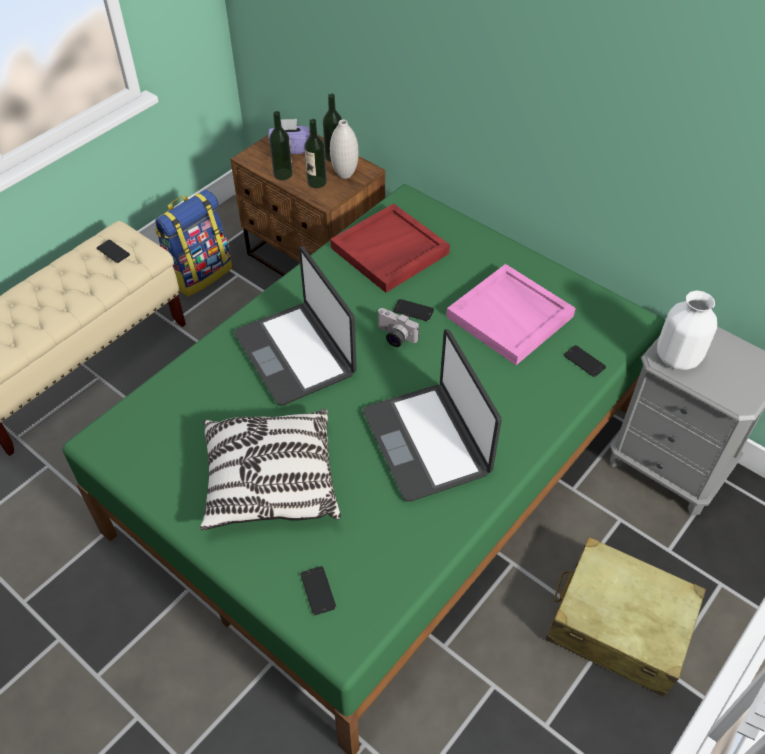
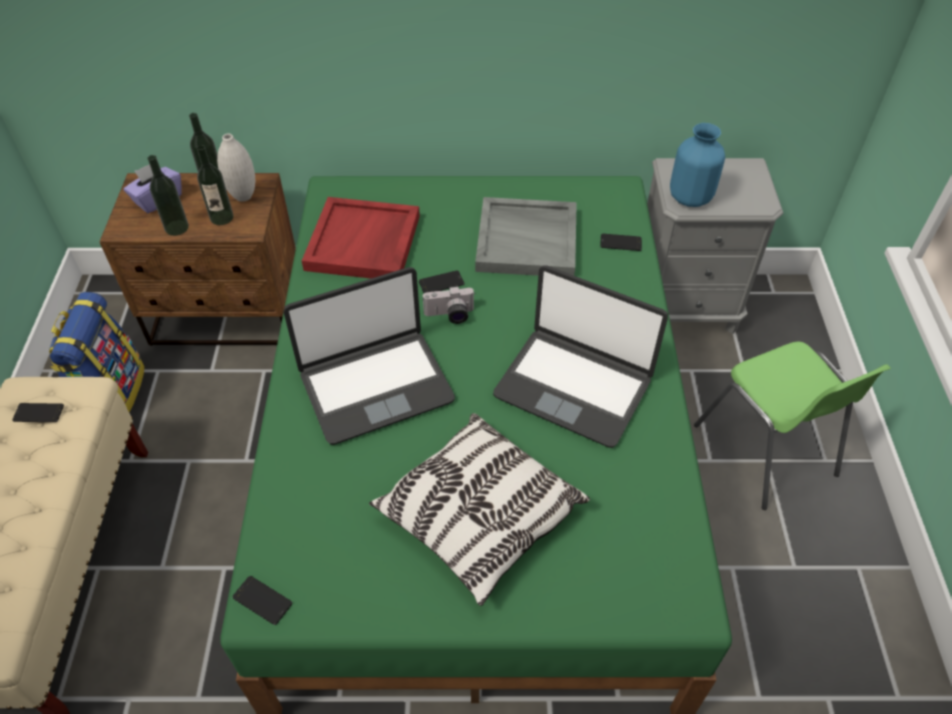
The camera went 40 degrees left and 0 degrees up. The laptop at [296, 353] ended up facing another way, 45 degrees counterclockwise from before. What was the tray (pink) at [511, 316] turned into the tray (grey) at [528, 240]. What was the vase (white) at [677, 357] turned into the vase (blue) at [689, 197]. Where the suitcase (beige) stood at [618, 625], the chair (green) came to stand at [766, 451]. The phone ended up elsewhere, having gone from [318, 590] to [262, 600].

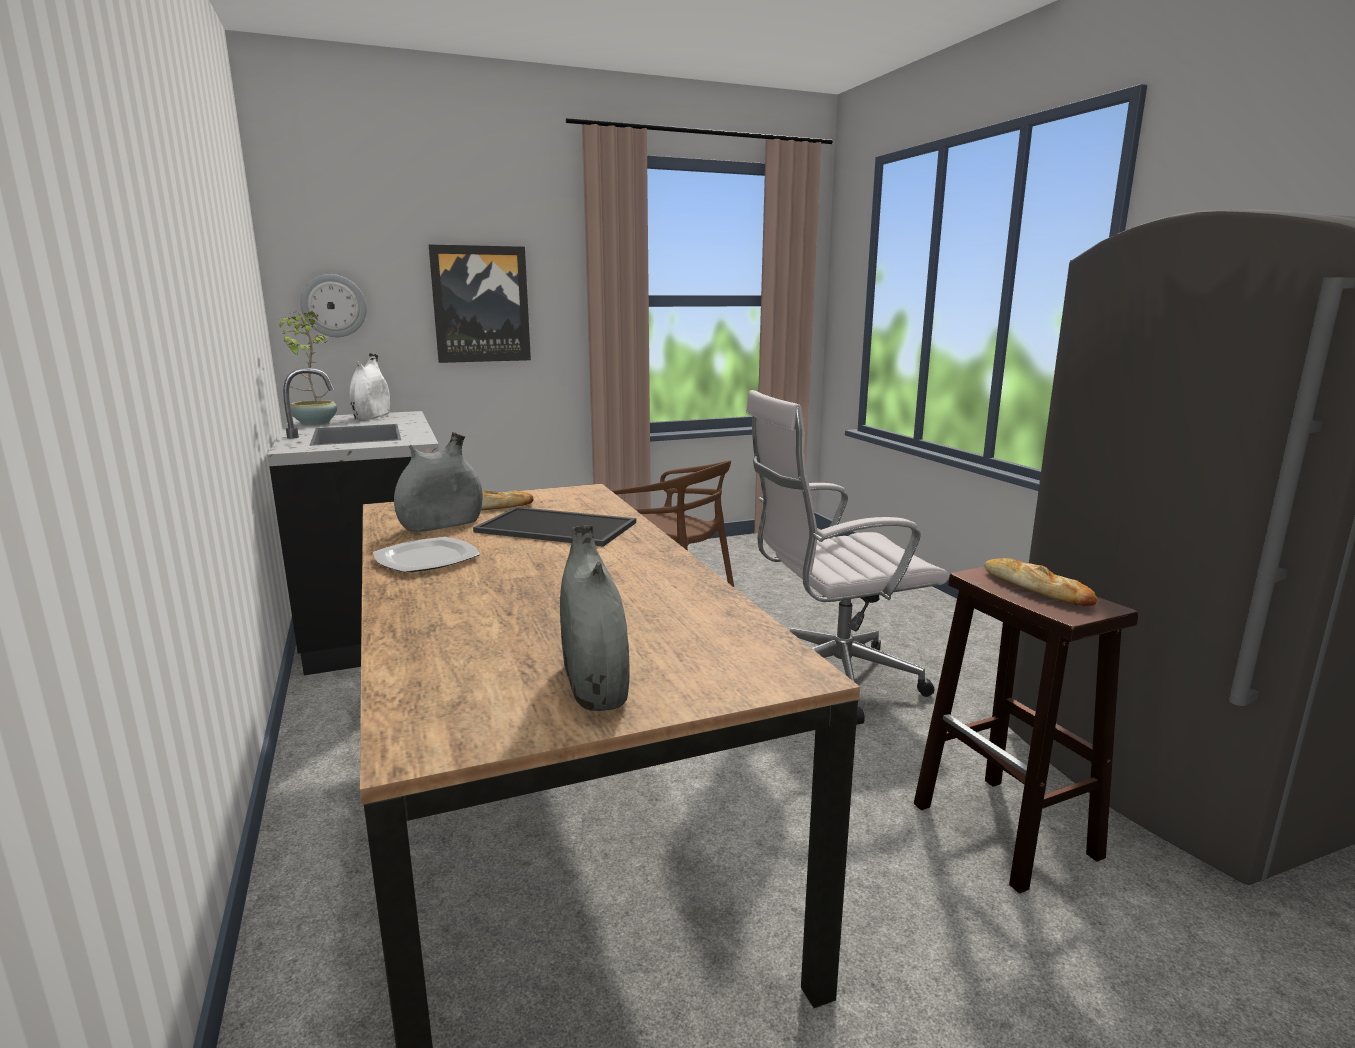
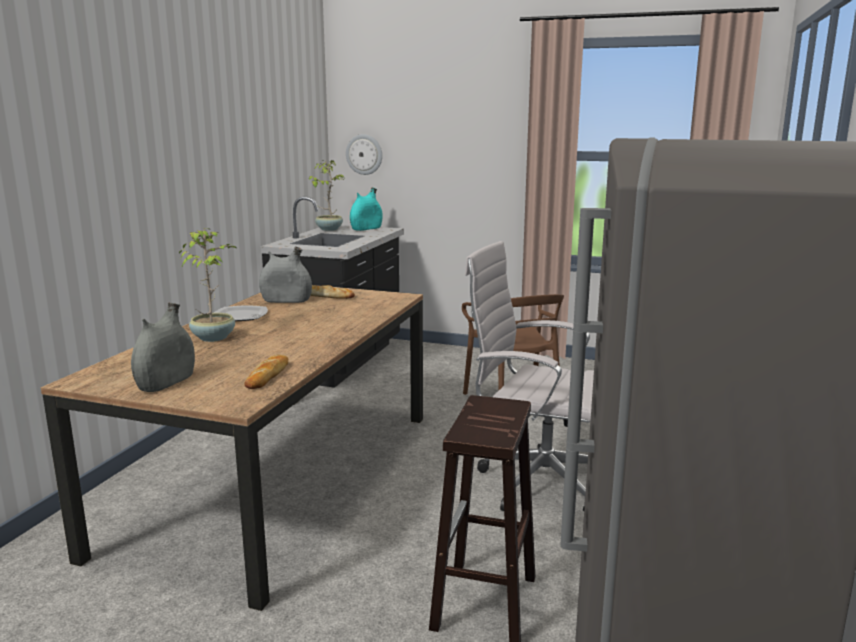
The camera went 40 degrees right and 0 degrees up. The second view lost the picture at [481, 304]. What was the vase (white) at [372, 416] turned into the vase (turquoise) at [366, 229]. The second view lost the tray at [559, 527]. The bread ended up elsewhere, having gone from [1036, 588] to [268, 376]. The second view gained the potted plant at [214, 337].

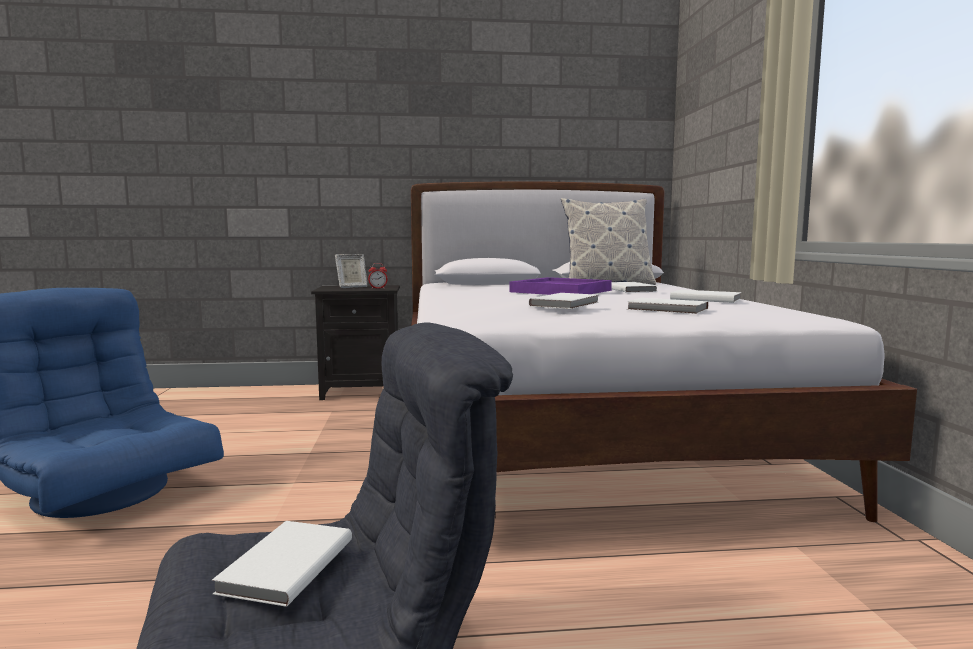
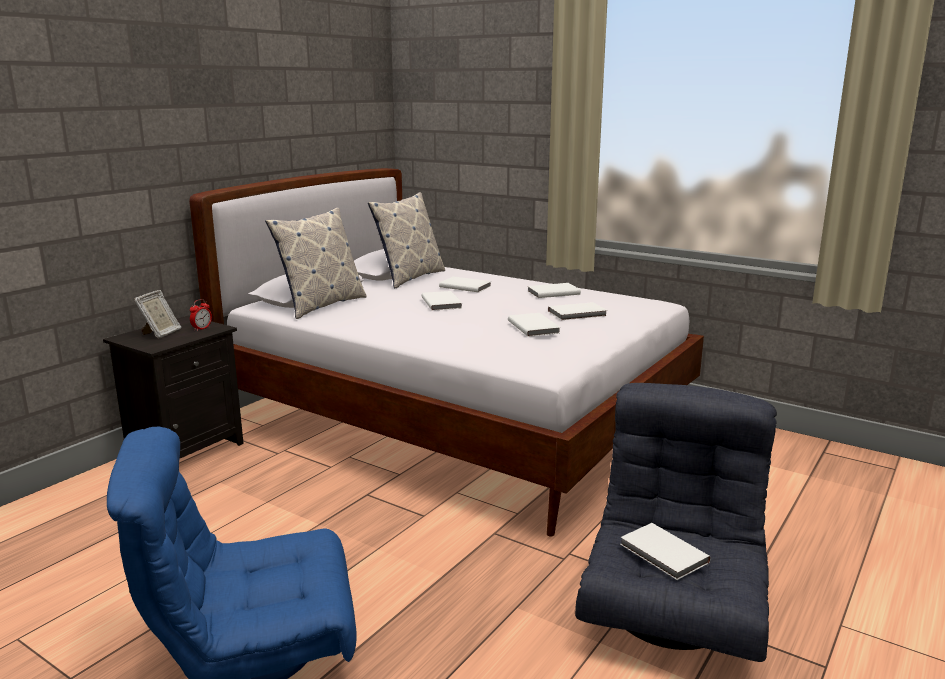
The camera went 50 degrees left and 10 degrees up. Where the tray (purple) stood at [562, 291], the book (white) came to stand at [442, 302]. The second view gained the pillow at [321, 305].

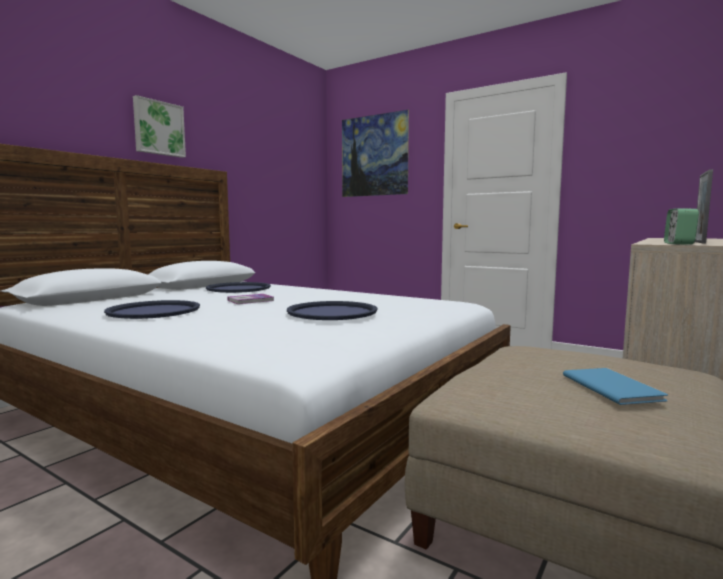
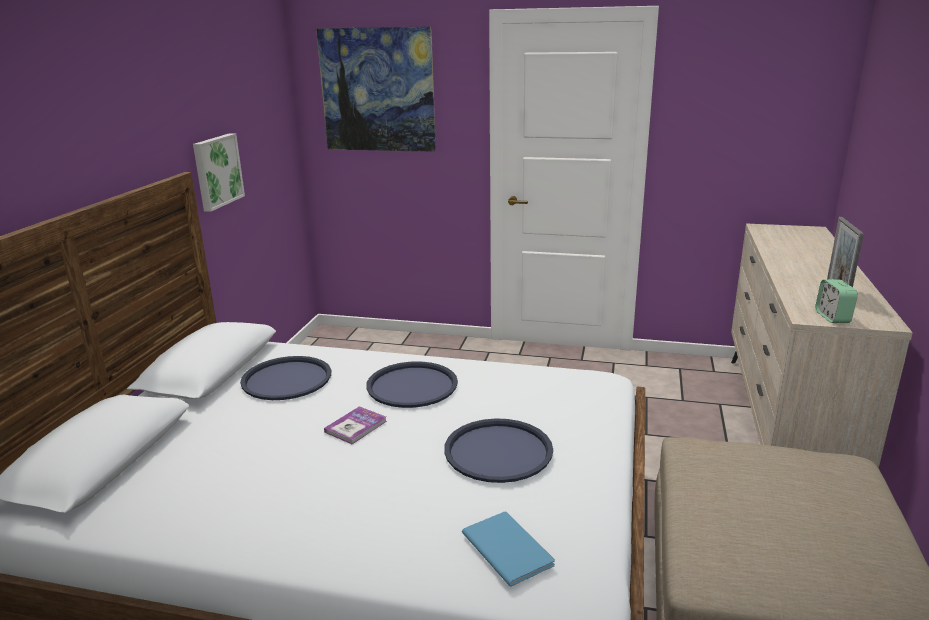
The camera went 20 degrees left and 15 degrees up. The picture ended up elsewhere, having gone from [158, 128] to [216, 171]. The tray (blue) ended up elsewhere, having gone from [153, 311] to [412, 386]. The book (blue) ended up elsewhere, having gone from [612, 386] to [508, 547].

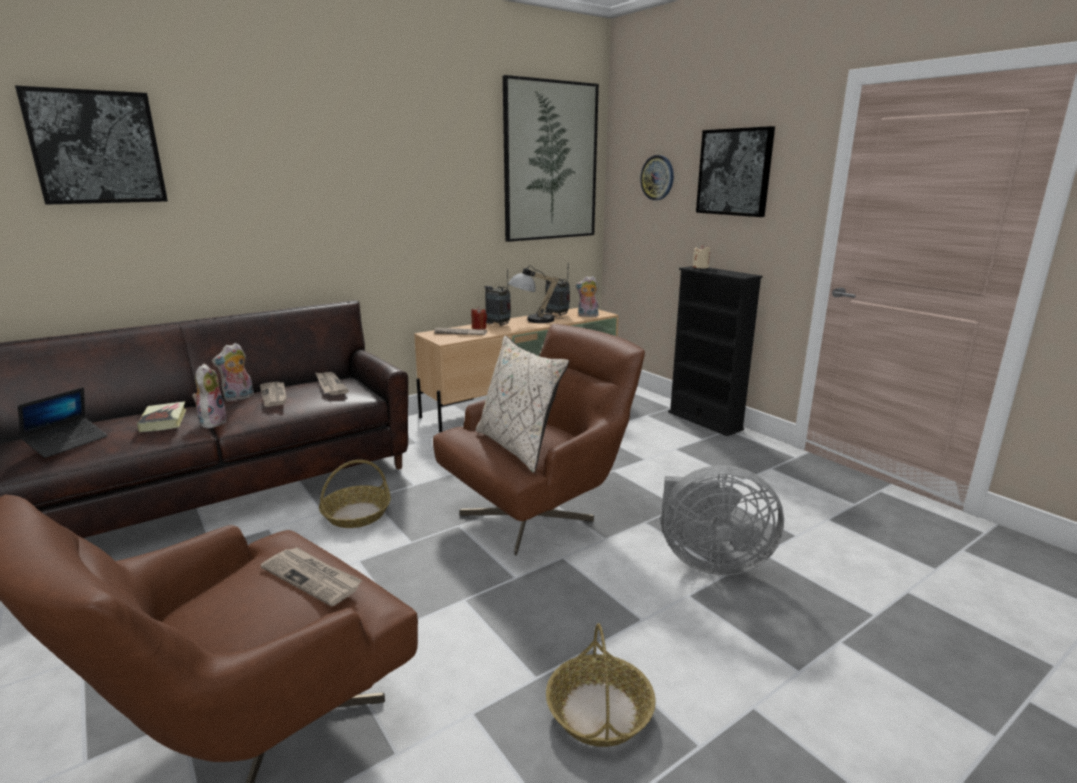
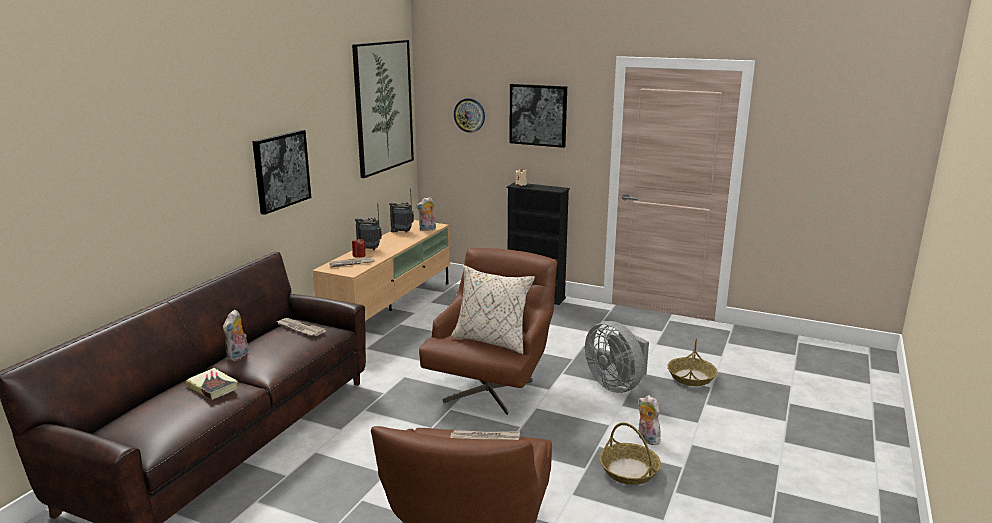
The camera went 30 degrees left and 0 degrees up. The picture ended up elsewhere, having gone from [96, 147] to [281, 170]. The second view lost the table lamp at [533, 320]. The plush toy ended up elsewhere, having gone from [212, 422] to [646, 439]. The second view lost the newspaper at [275, 395]. The second view lost the laptop at [67, 443]. The basket ended up elsewhere, having gone from [357, 514] to [691, 377]. The fan (grey) at [709, 561] ended up facing another way, 75 degrees clockwise from before.

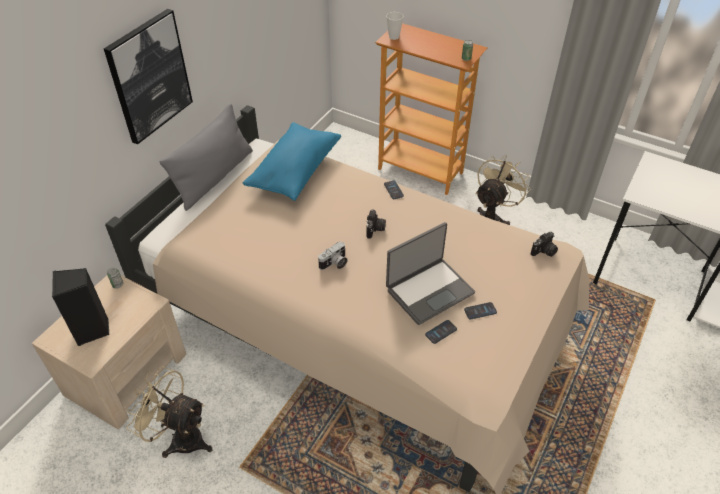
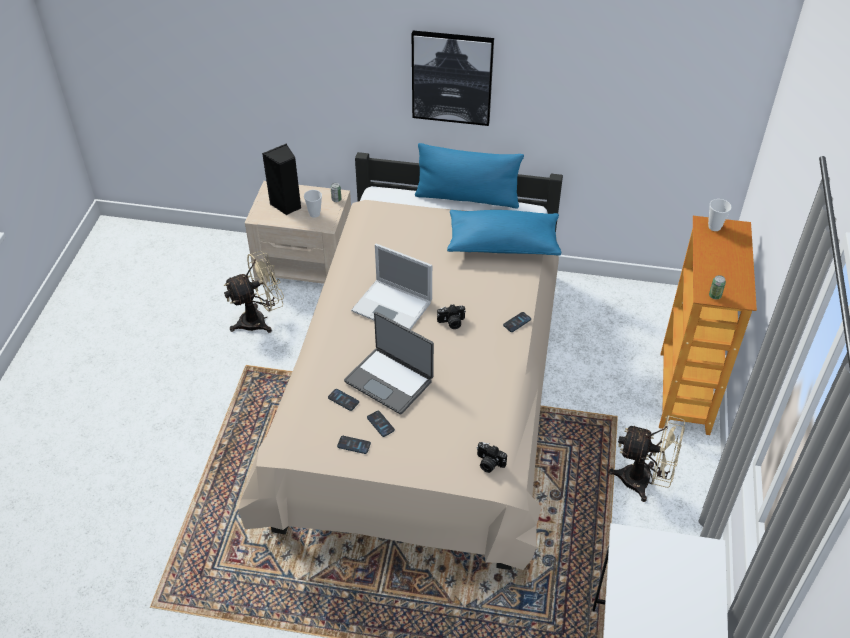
The camera went 70 degrees right and 0 degrees up. What was the pillow (grey) at [214, 177] turned into the pillow (blue) at [467, 197]. Where the photo camera stood at [334, 263], the laptop came to stand at [393, 307]. The fan (beige) at [180, 438] ended up facing another way, 60 degrees clockwise from before. The second view gained the cup at [314, 214]. The second view gained the phone at [354, 445].

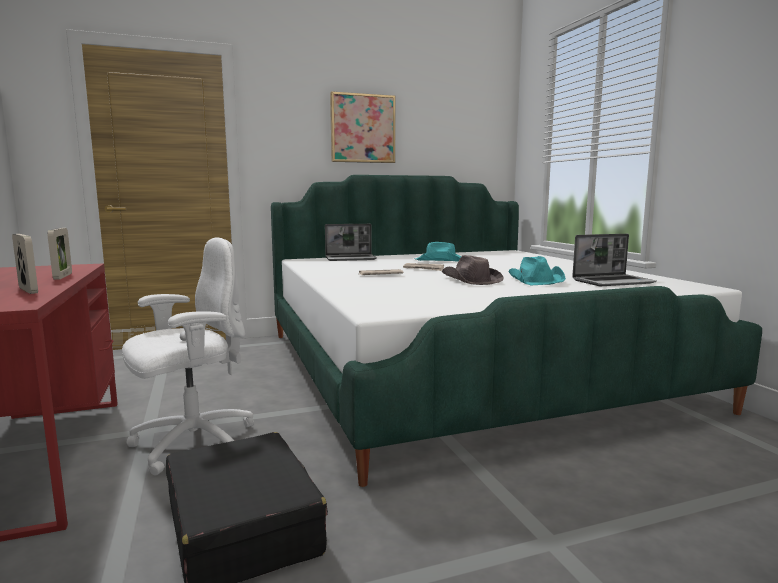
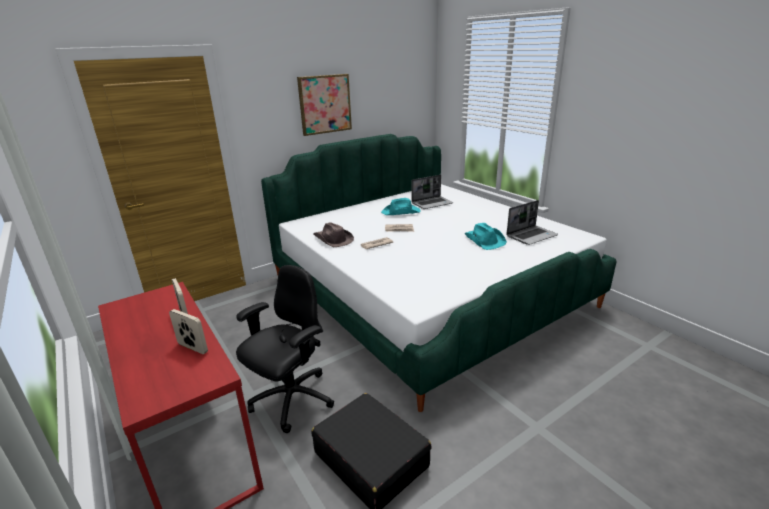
The camera went 15 degrees left and 15 degrees up. The laptop ended up elsewhere, having gone from [351, 259] to [432, 203]. What was the office chair (white) at [192, 443] turned into the office chair (black) at [291, 400]. The hat (brown) ended up elsewhere, having gone from [471, 280] to [333, 239].

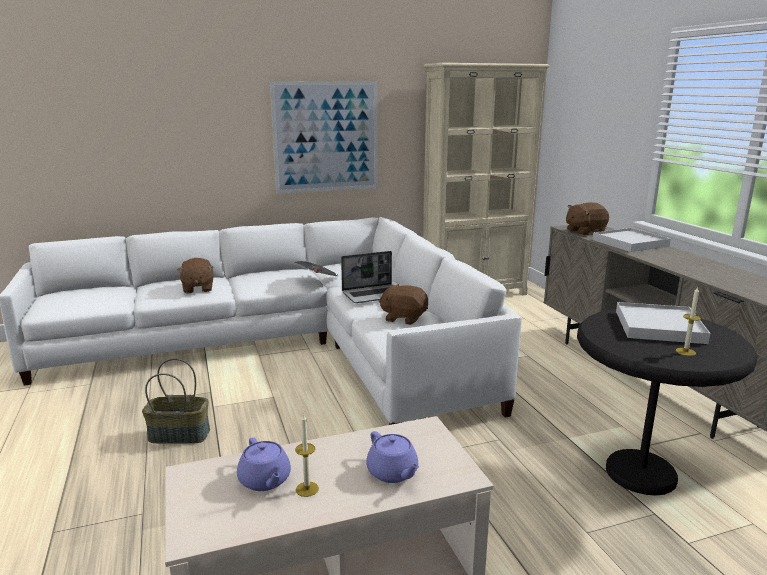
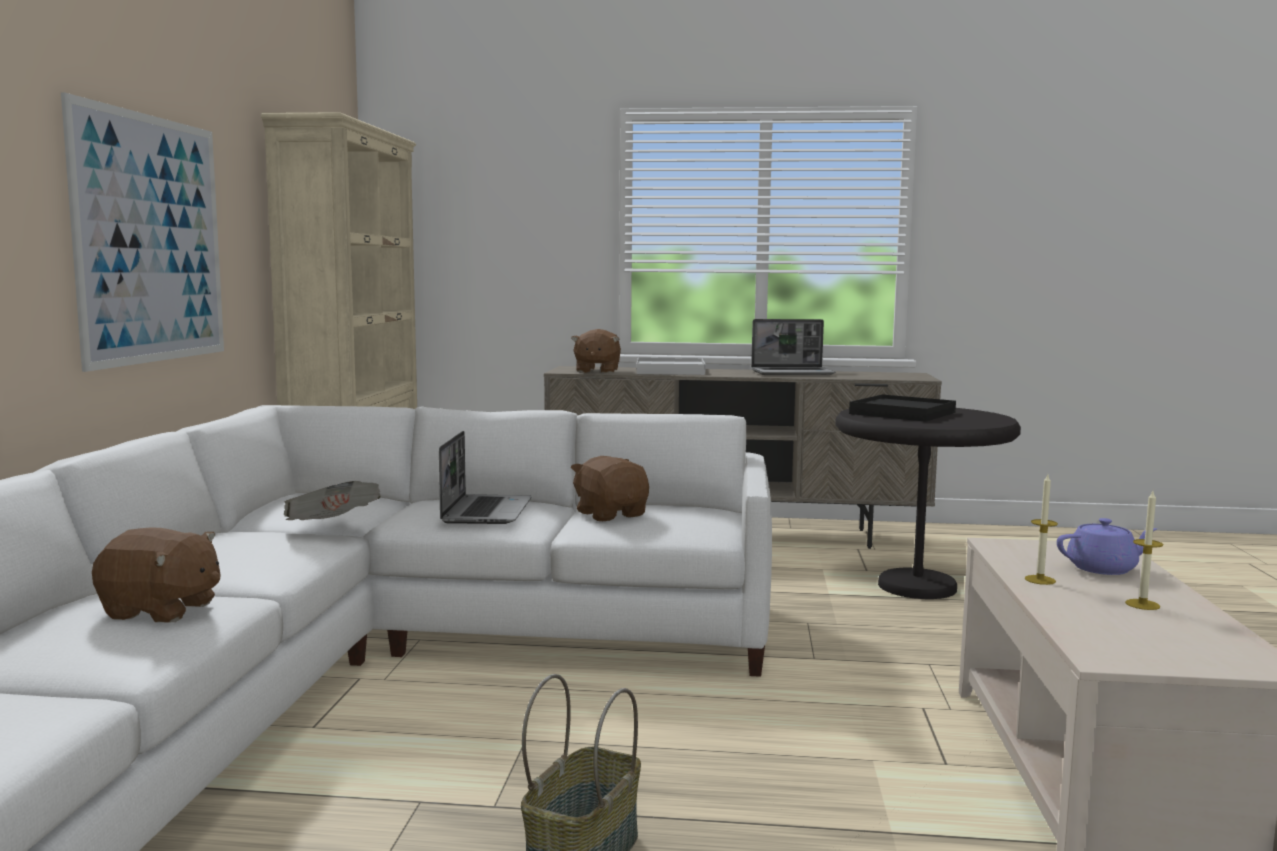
The camera went 65 degrees left and 10 degrees down. The plush toy (brown) at [404, 318] ended up facing another way, 105 degrees clockwise from before. The candle ended up elsewhere, having gone from [685, 352] to [1040, 580]. What was the tray (white) at [659, 327] turned into the tray (black) at [903, 413]. The second view lost the teapot (purple) at [265, 480]. The second view gained the laptop at [793, 373].

